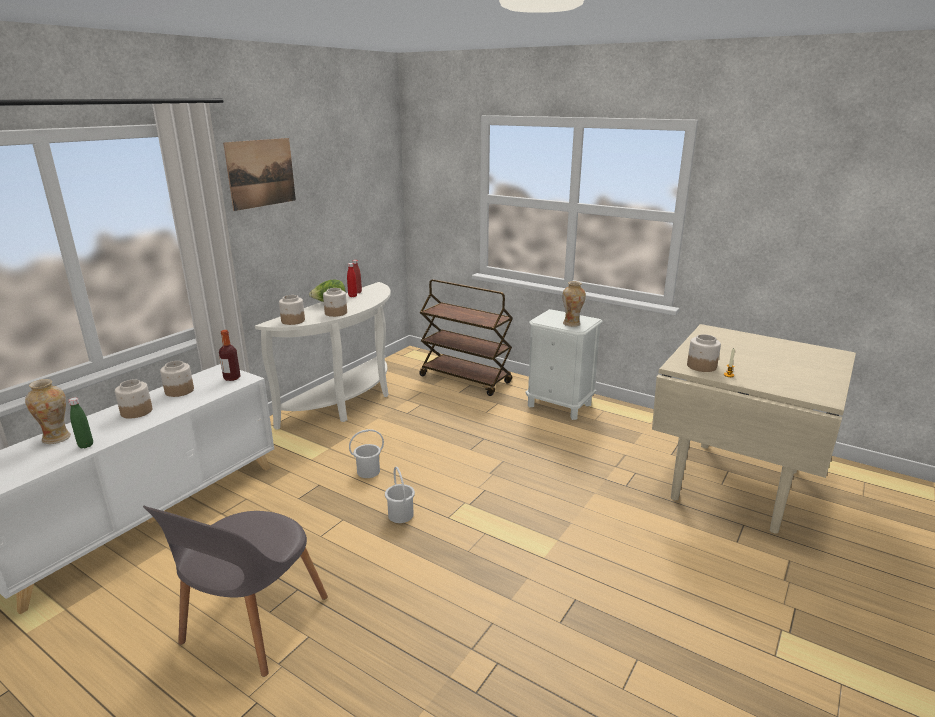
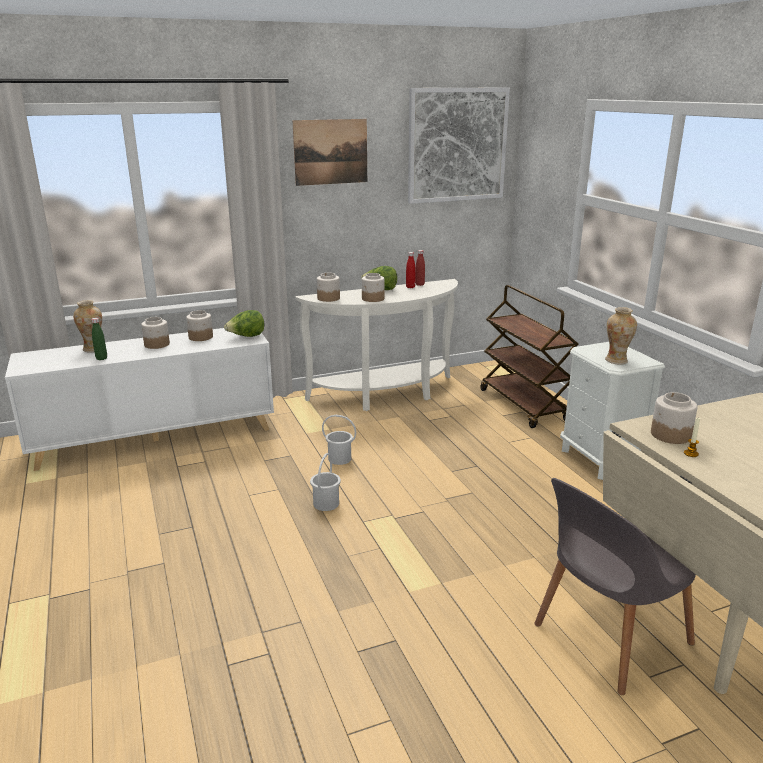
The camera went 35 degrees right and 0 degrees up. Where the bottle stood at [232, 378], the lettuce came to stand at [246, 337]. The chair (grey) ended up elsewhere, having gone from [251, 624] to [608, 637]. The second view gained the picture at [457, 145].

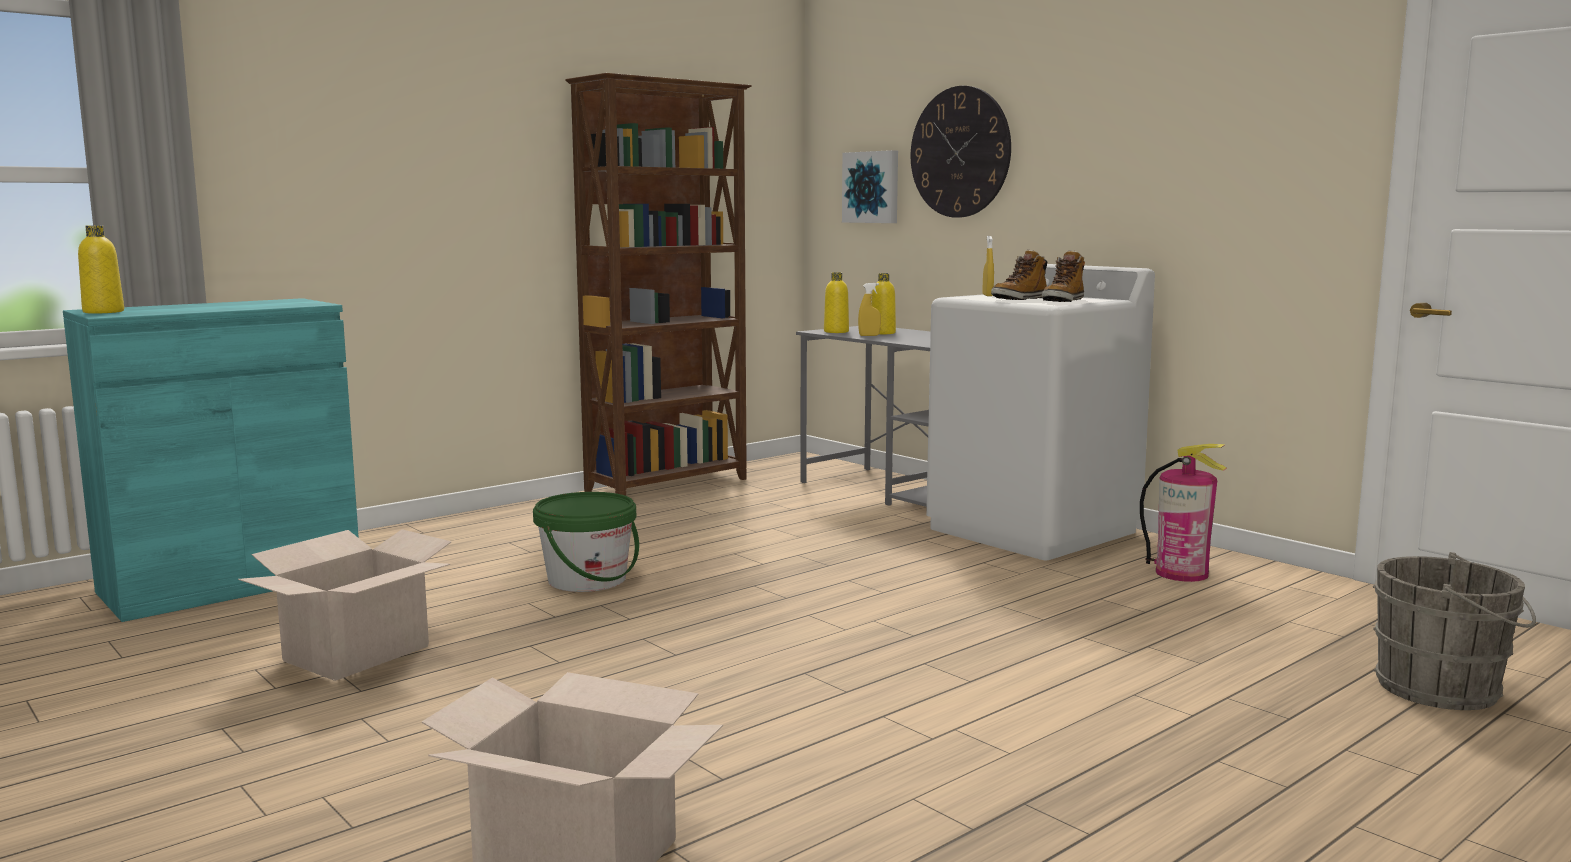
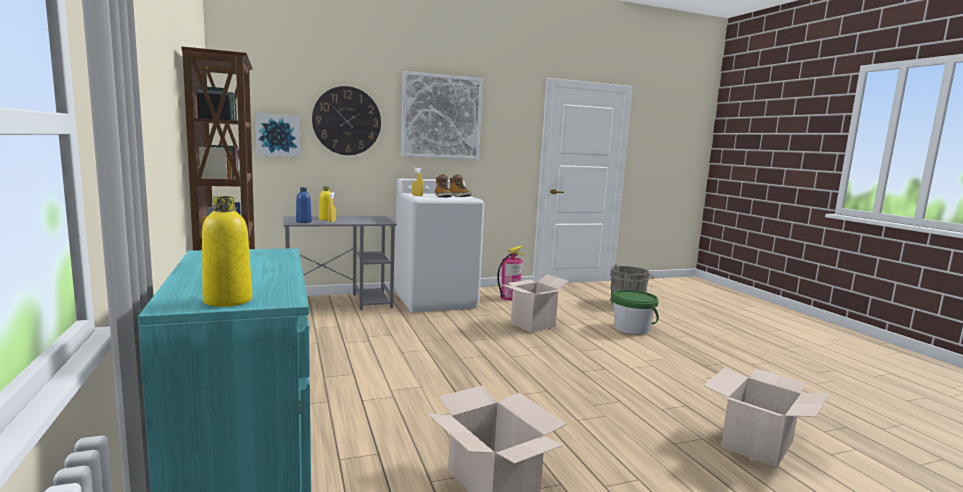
The camera went 70 degrees left and 0 degrees up. What was the bottle (yellow) at [836, 331] turned into the bottle (blue) at [303, 221]. The bucket (green) ended up elsewhere, having gone from [587, 580] to [631, 329]. The second view gained the picture at [441, 117]. The second view gained the cardboard box at [532, 325].

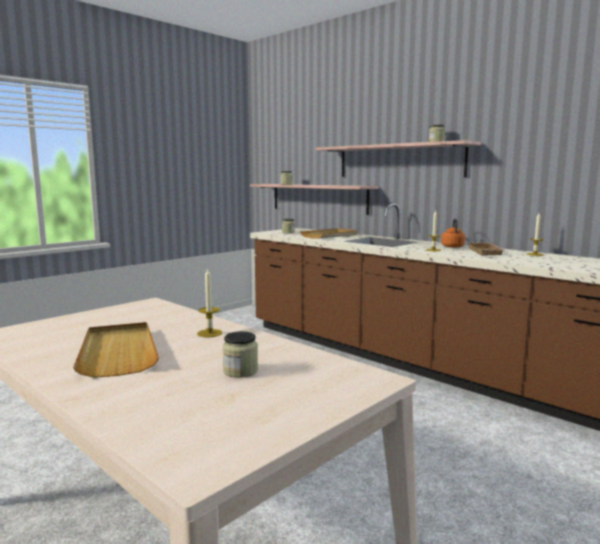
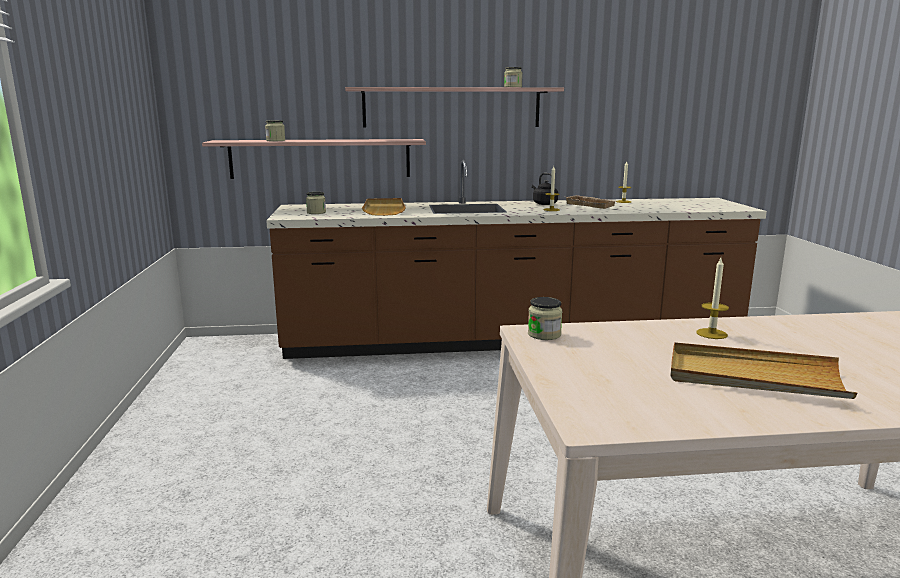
The camera went 50 degrees left and 5 degrees up. What was the kettle (orange) at [452, 246] turned into the kettle (black) at [543, 204]. The jar ended up elsewhere, having gone from [240, 371] to [544, 334].

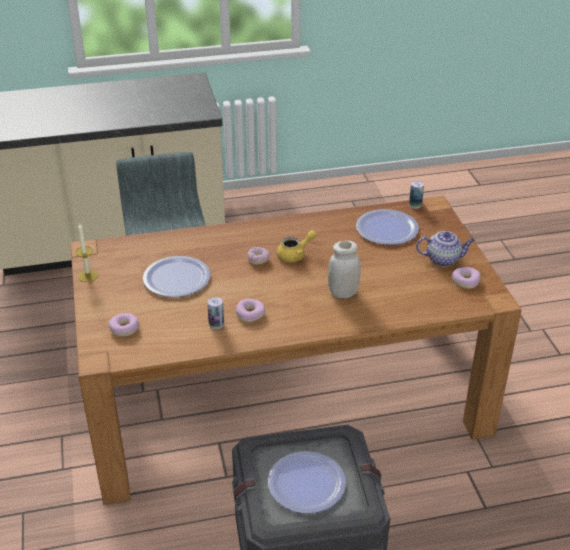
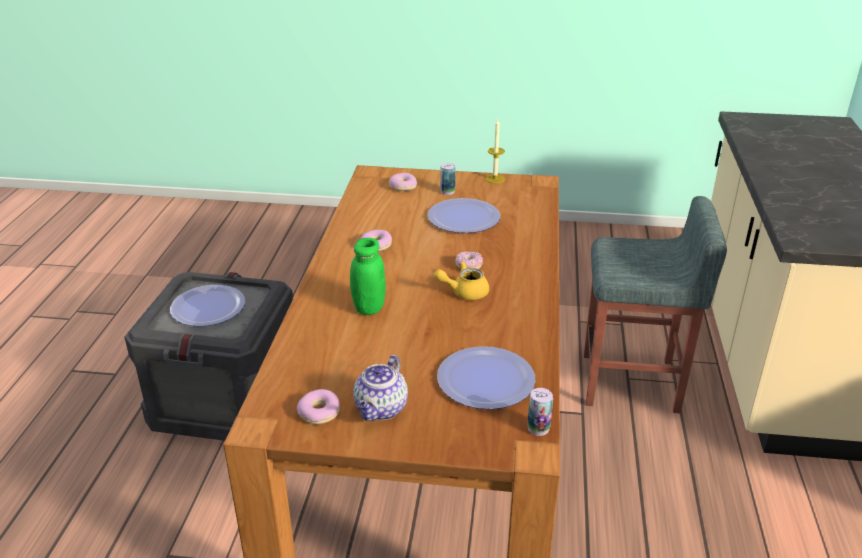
The camera went 110 degrees right and 5 degrees down. The teapot (yellow) at [295, 255] ended up facing another way, 90 degrees clockwise from before. What was the jar (white) at [343, 293] turned into the jar (green) at [369, 307]. The can ended up elsewhere, having gone from [216, 324] to [447, 191].

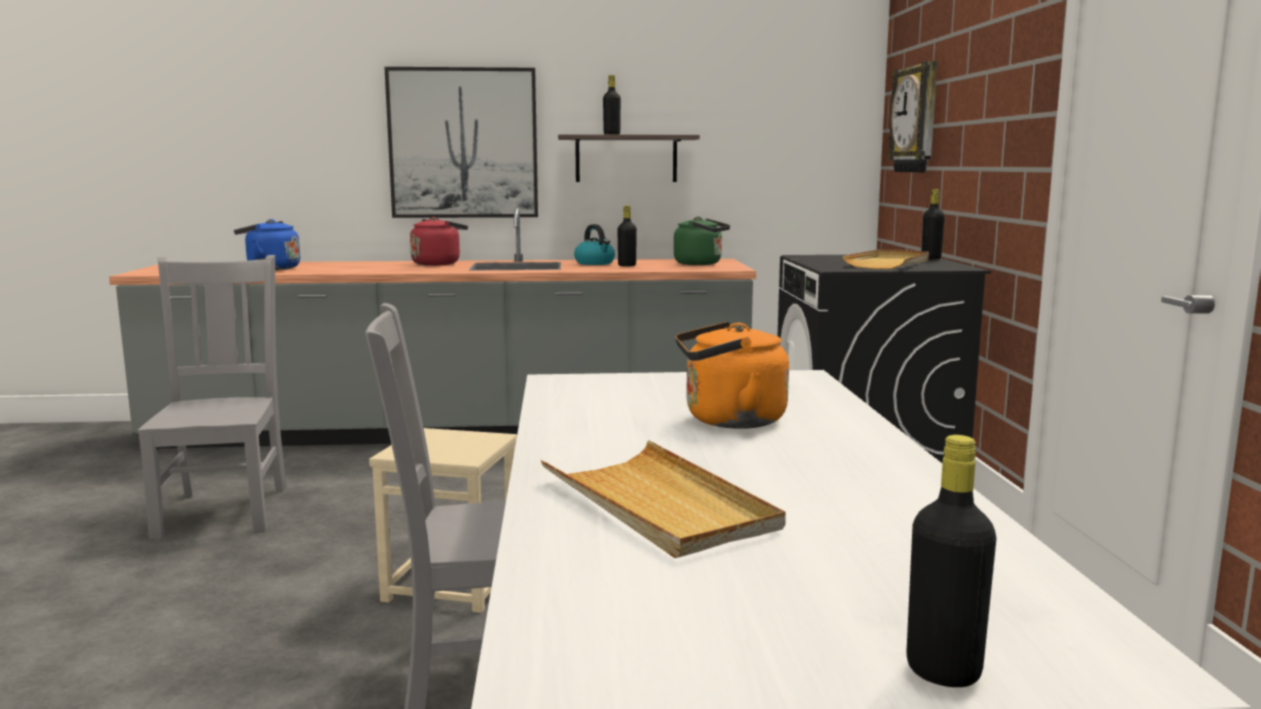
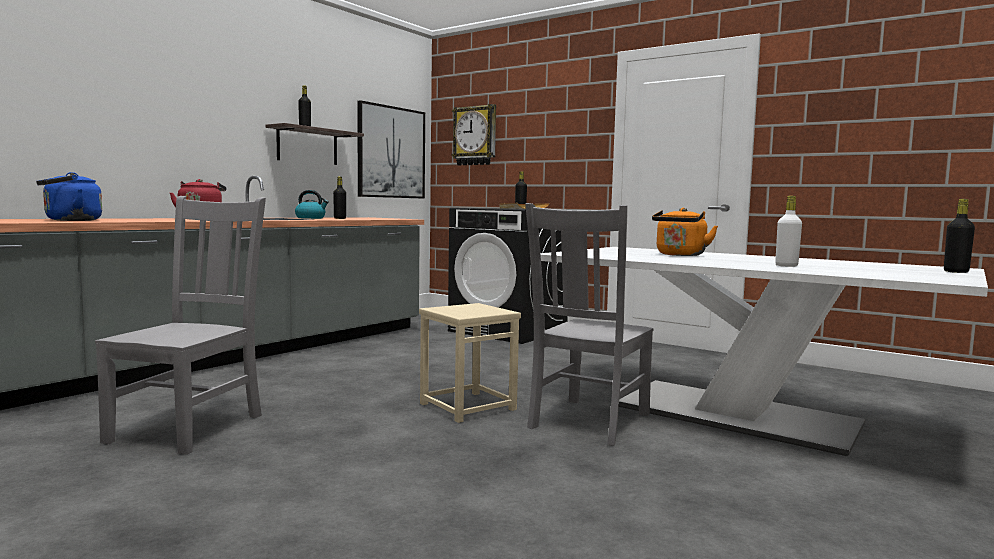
The camera went 50 degrees left and 5 degrees down. The picture ended up elsewhere, having gone from [463, 143] to [391, 152]. The second view lost the kettle (green) at [701, 264]. The chair (grey) at [224, 509] ended up facing another way, 75 degrees clockwise from before. Where the tray (beige) stood at [658, 505], the bottle (white) came to stand at [786, 266].

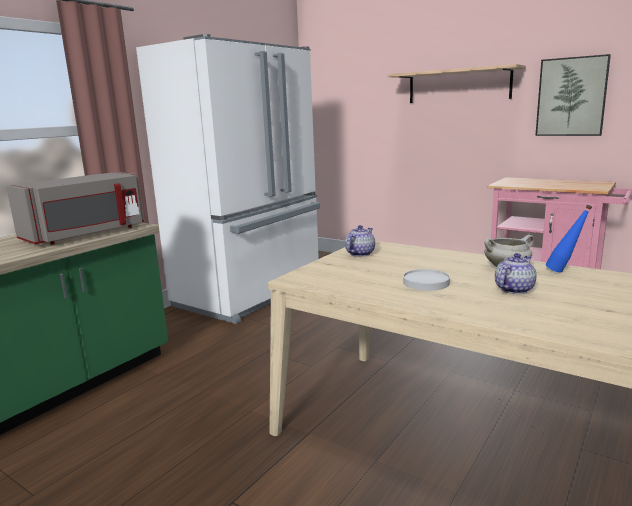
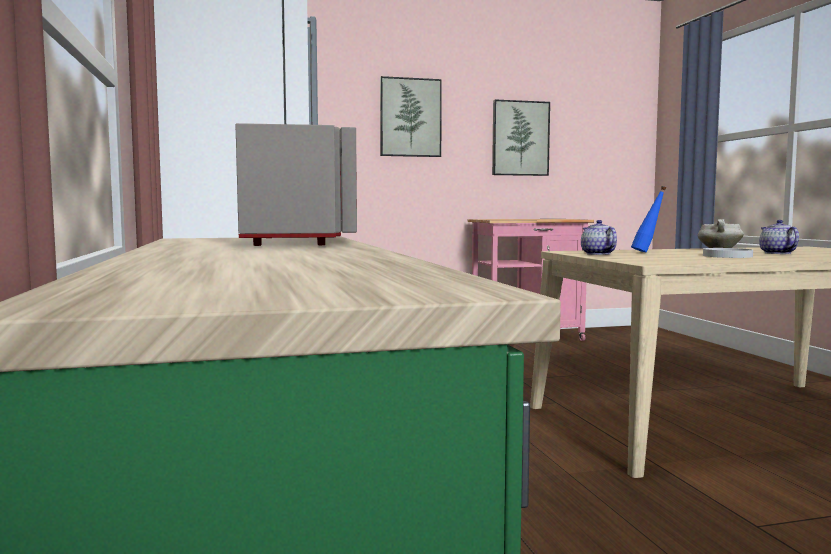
The camera went 50 degrees left and 10 degrees down. Where the shelf hung at [458, 85], the picture came to hang at [410, 117]. The bottle (blue) ended up elsewhere, having gone from [564, 272] to [647, 252].

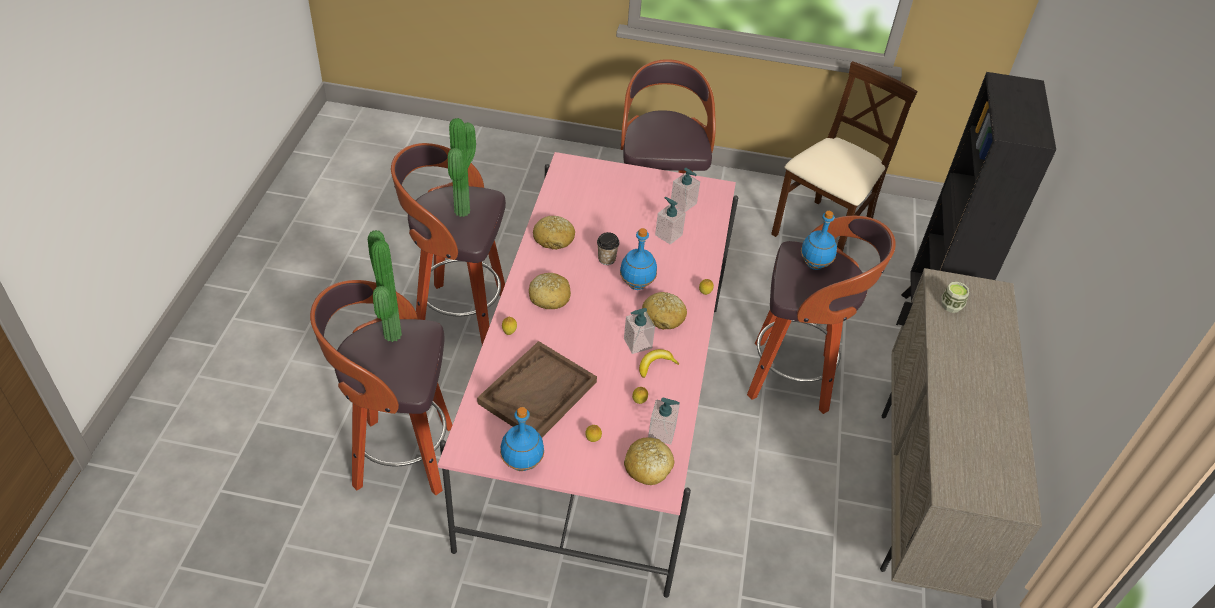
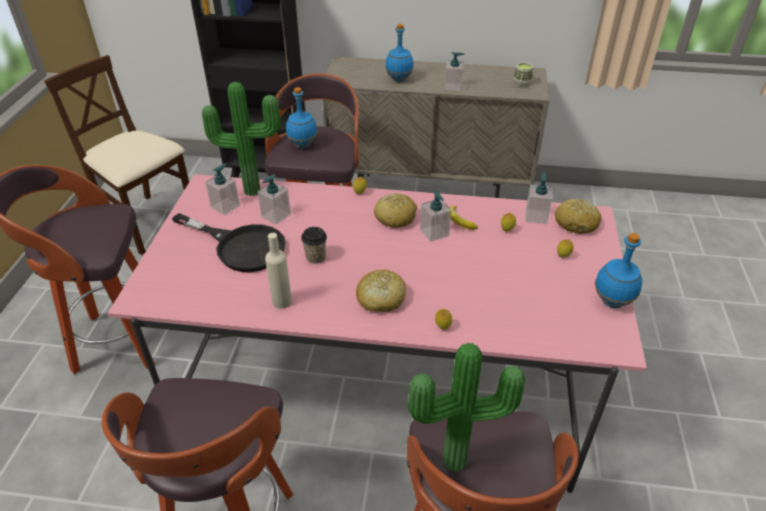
The camera went 90 degrees left and 5 degrees down. The potted plant ended up elsewhere, having gone from [465, 211] to [252, 189]. Where the bread stood at [554, 238], the bottle (beige) came to stand at [282, 301]. The bottle (blue) ended up elsewhere, having gone from [636, 284] to [399, 80]. The cup ended up elsewhere, having gone from [951, 306] to [522, 83]. The second view lost the tray (brown) at [537, 392]. The second view gained the soap dispenser at [453, 87]. The second view gained the frying pan (black) at [241, 246].

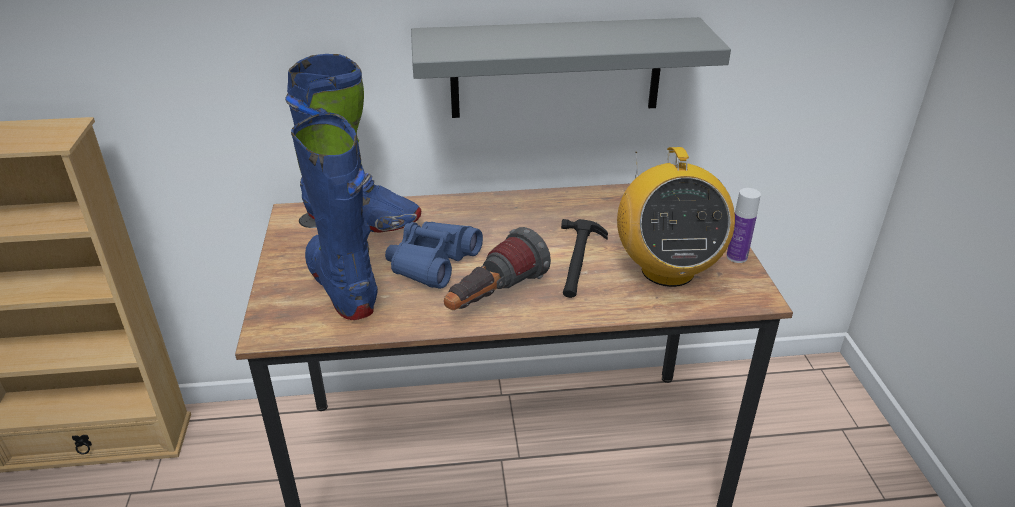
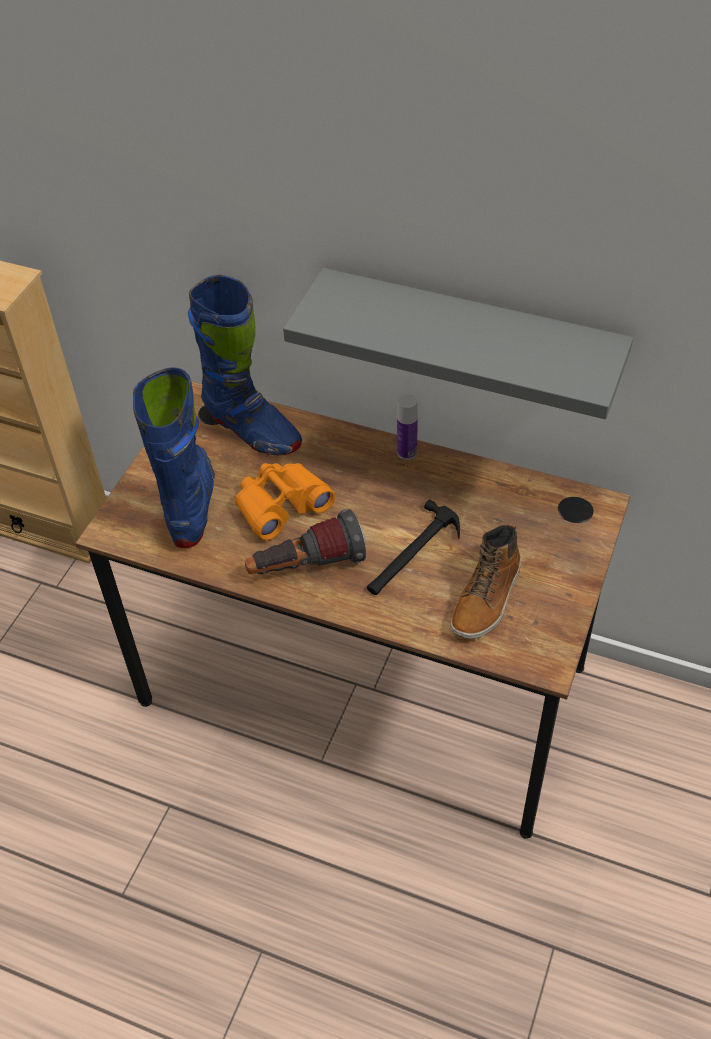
The camera went 30 degrees right and 15 degrees up. Where the radio stood at [667, 270], the boot came to stand at [487, 598]. The bottle ended up elsewhere, having gone from [736, 257] to [407, 452]. What was the binoculars (blue) at [432, 262] turned into the binoculars (orange) at [281, 505].

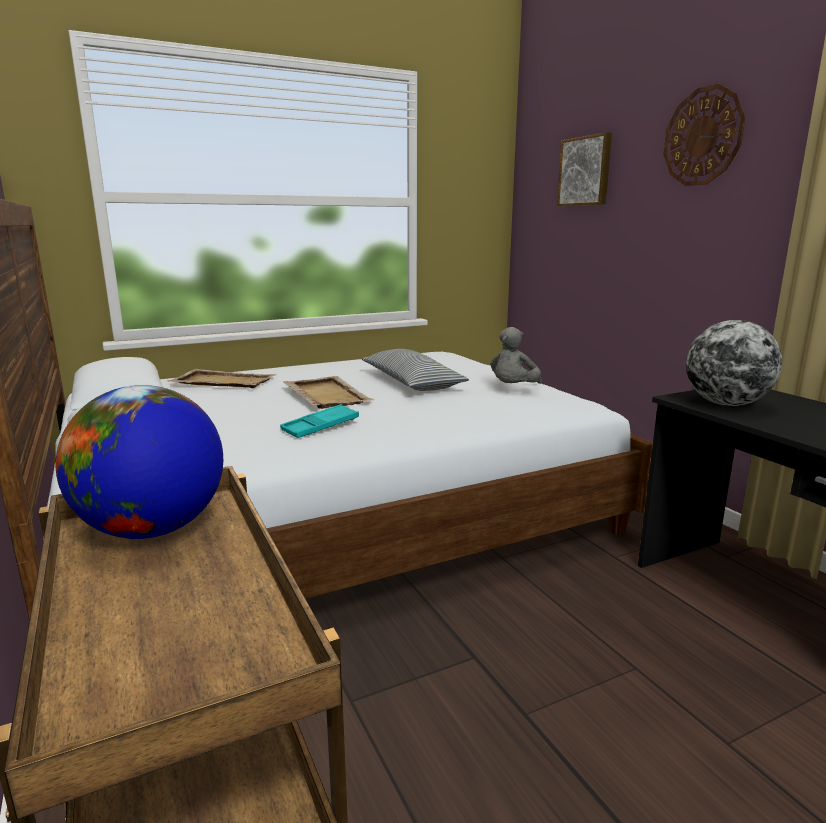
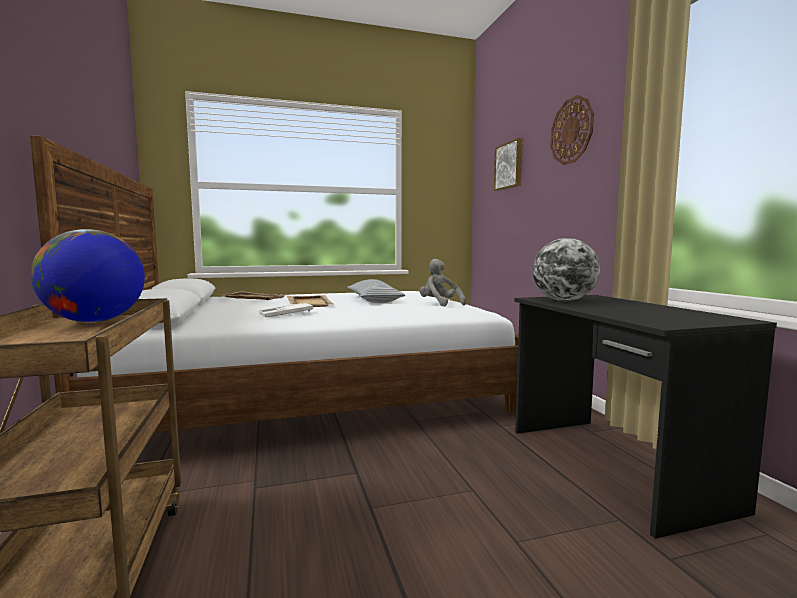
The camera went 10 degrees right and 10 degrees down. The plush toy (grey) at [513, 389] ended up facing another way, 105 degrees clockwise from before. What was the tray (turquoise) at [320, 427] turned into the tray (white) at [286, 314].

